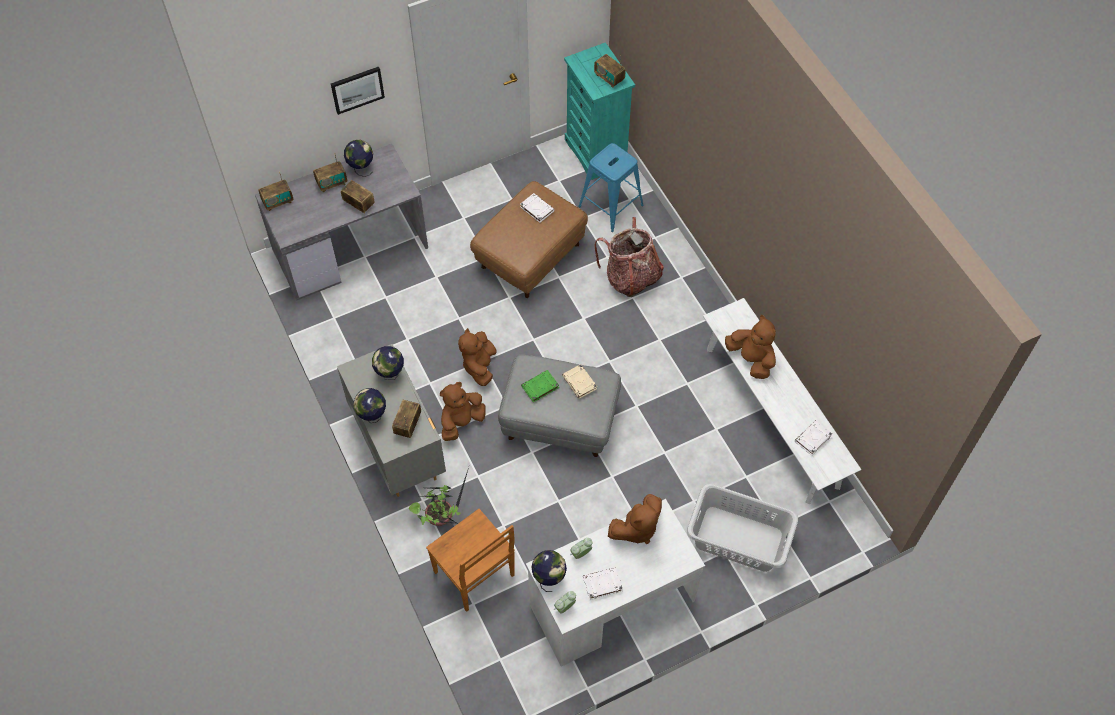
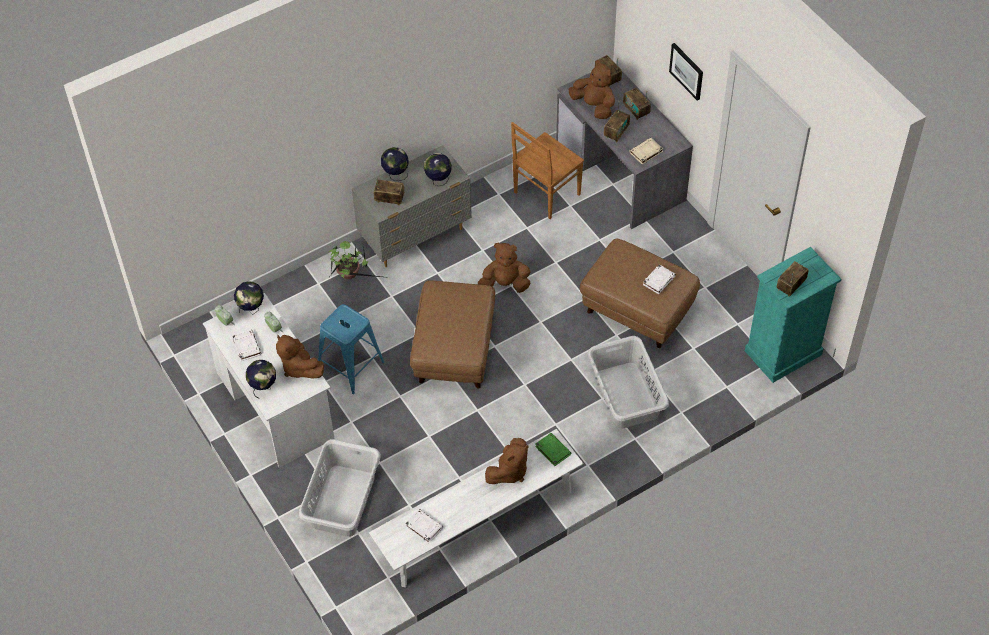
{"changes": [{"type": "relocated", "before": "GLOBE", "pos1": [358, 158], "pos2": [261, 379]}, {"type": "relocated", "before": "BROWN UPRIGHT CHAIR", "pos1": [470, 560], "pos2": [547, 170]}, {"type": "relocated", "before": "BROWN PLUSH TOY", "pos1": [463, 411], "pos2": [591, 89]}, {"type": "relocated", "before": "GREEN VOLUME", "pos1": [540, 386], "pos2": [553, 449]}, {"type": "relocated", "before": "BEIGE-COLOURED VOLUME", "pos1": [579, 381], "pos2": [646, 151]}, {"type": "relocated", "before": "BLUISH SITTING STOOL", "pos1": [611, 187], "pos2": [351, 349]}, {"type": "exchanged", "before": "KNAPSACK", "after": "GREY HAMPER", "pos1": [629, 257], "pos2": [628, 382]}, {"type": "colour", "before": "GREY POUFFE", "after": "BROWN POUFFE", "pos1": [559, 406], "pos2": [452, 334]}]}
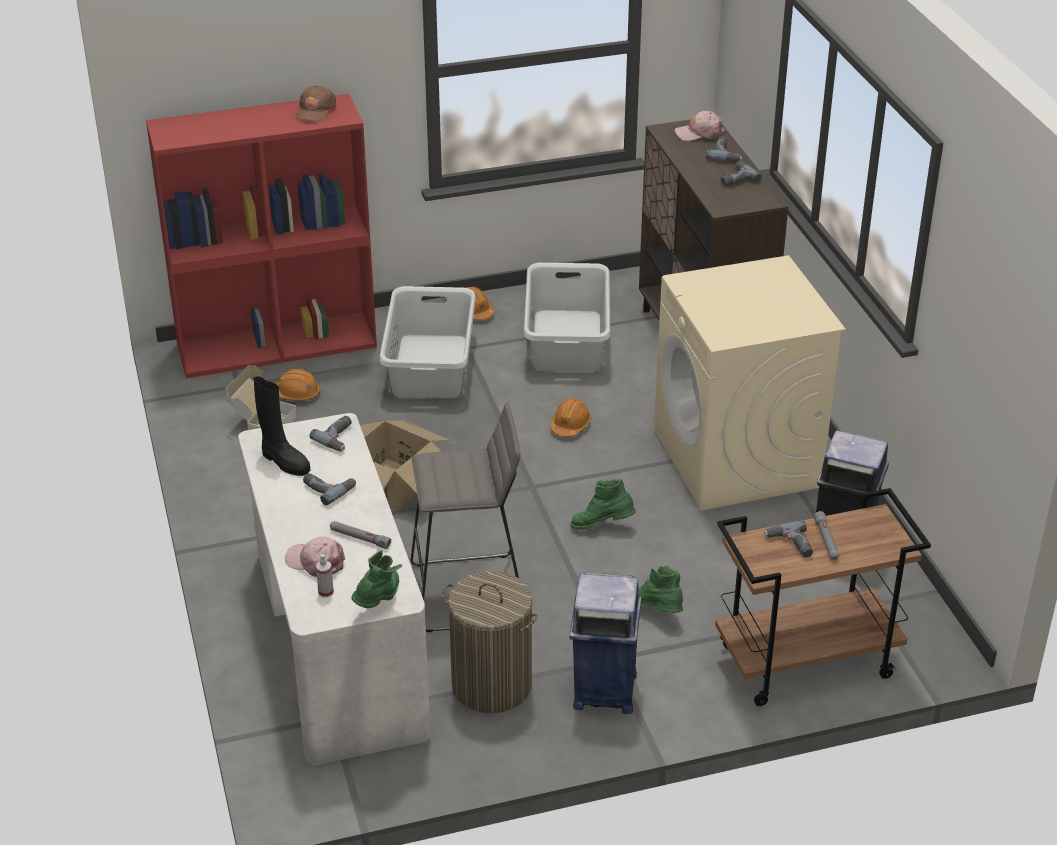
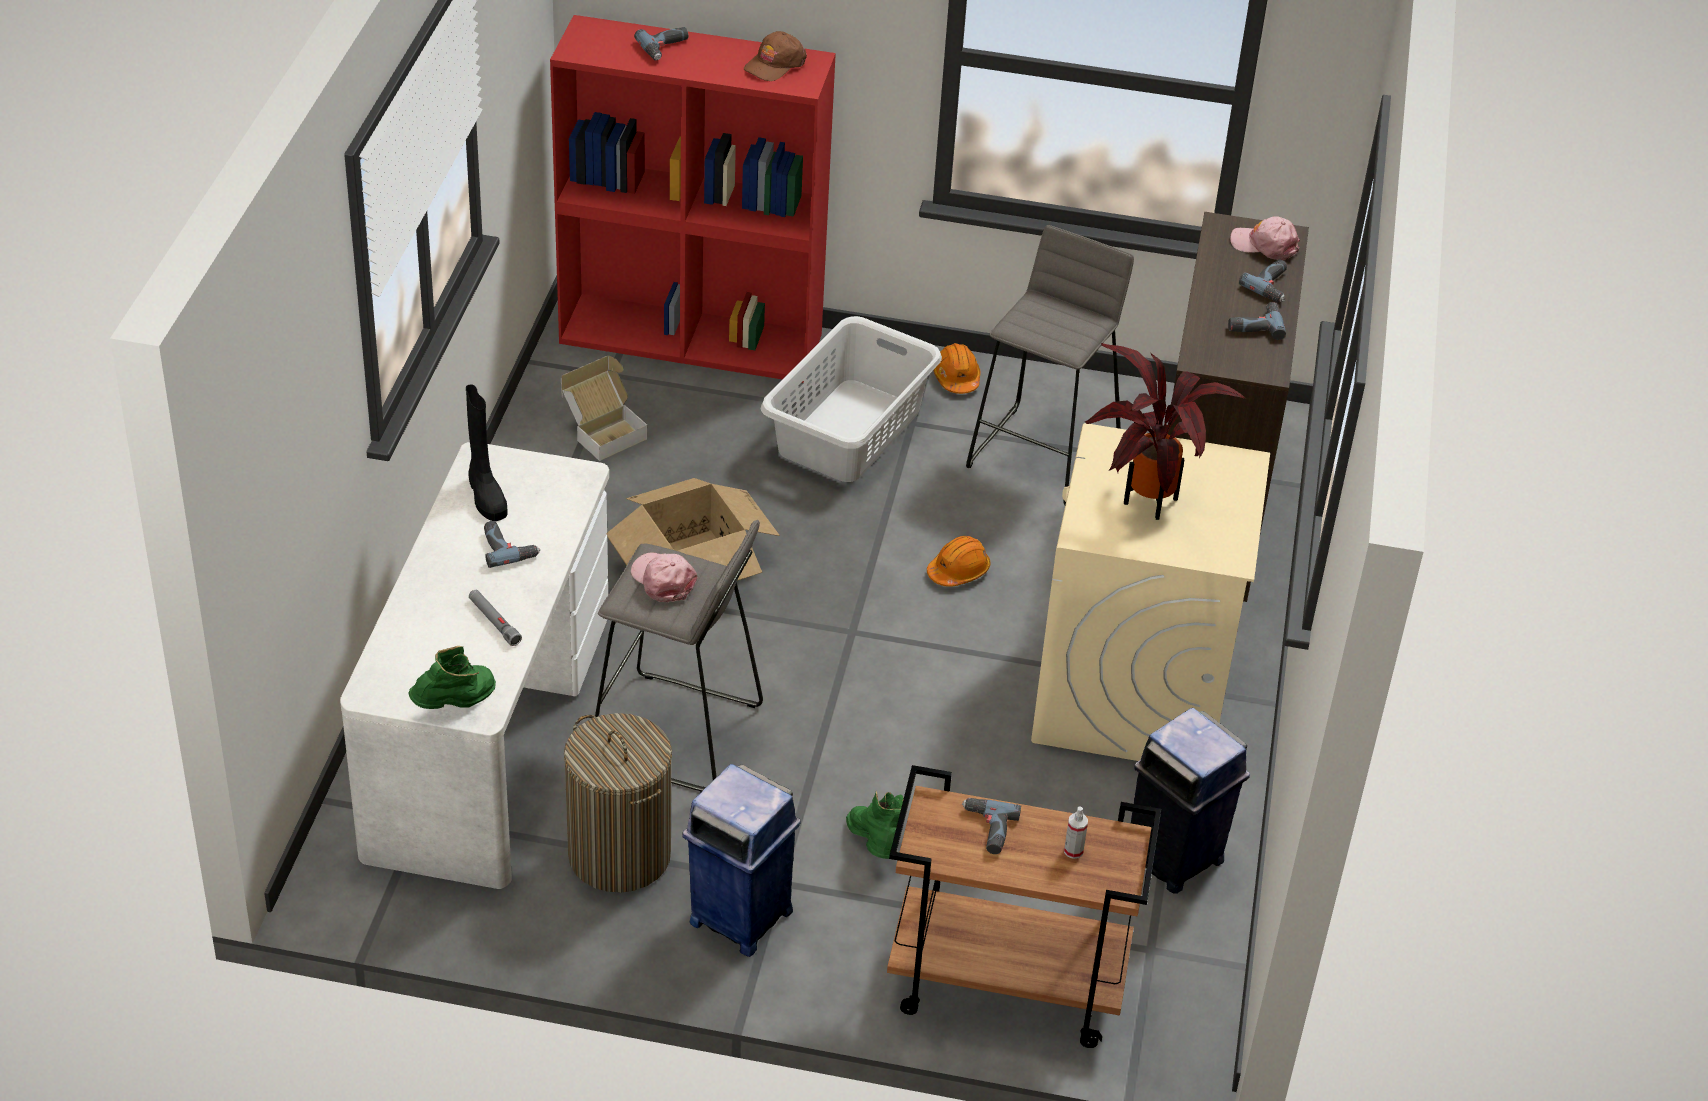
{"changes": [{"type": "missing", "before": "ORANGE SAFETY HELMET", "pos1": [297, 385]}, {"type": "missing", "before": "GREEN HIGH-TOP BOOT", "pos1": [603, 504]}, {"type": "missing", "before": "GREY TORCH", "pos1": [826, 535]}, {"type": "appeared", "after": "HOUSEPLANT", "pos2": [1165, 431]}, {"type": "relocated", "before": "PINK-COLOURED PEAKED CAP", "pos1": [315, 557], "pos2": [664, 577]}, {"type": "relocated", "before": "DRILL", "pos1": [331, 434], "pos2": [661, 43]}, {"type": "relocated", "before": "HAND SPRAYER", "pos1": [325, 575], "pos2": [1076, 833]}, {"type": "exchanged", "before": "GREY HAMPER", "after": "GREY SITTING STOOL", "pos1": [566, 317], "pos2": [1050, 365]}]}
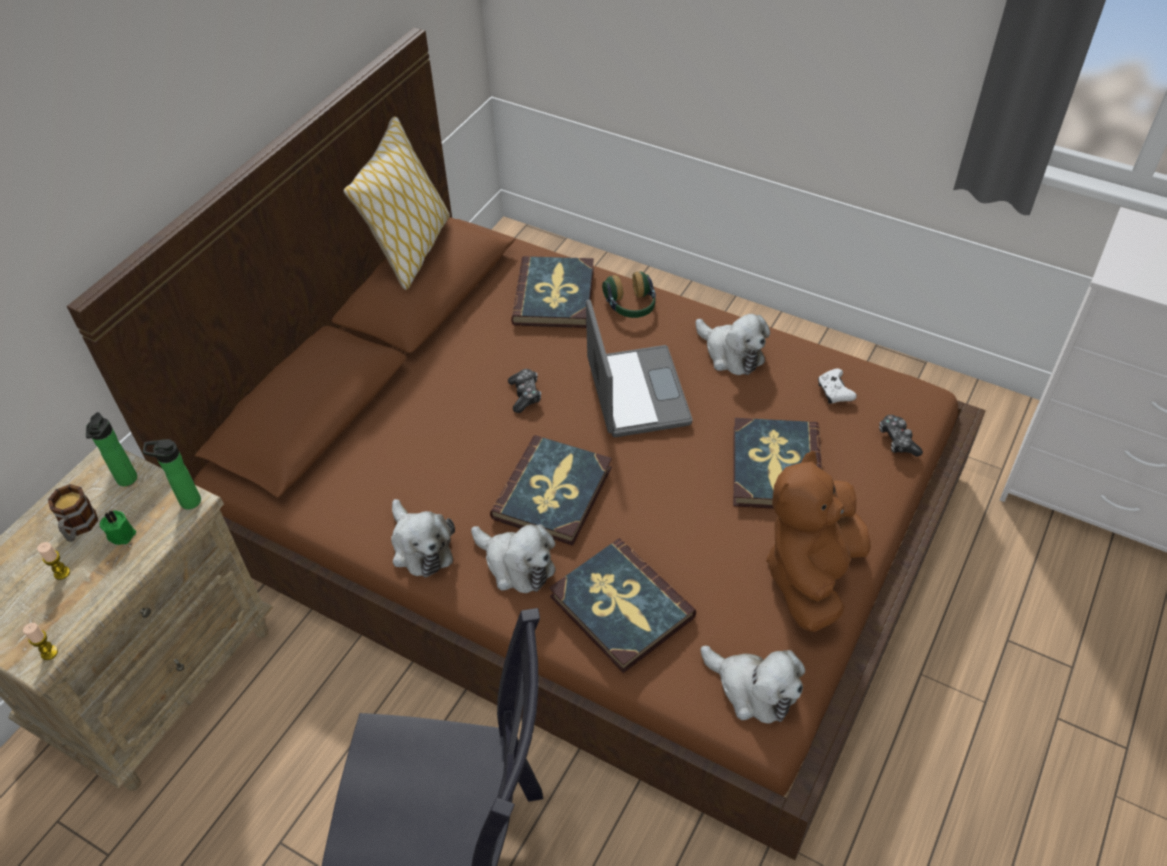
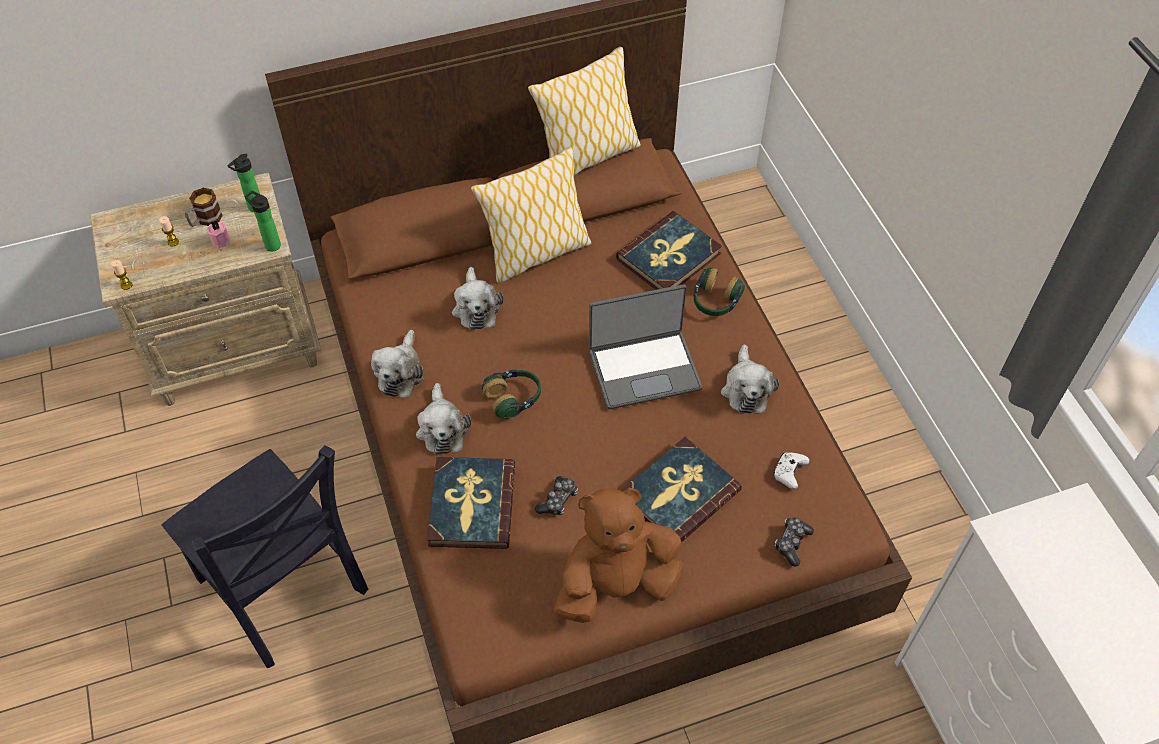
{"changes": [{"type": "appeared", "after": "PILLOW", "pos2": [531, 215]}, {"type": "relocated", "before": "GAMEPAD", "pos1": [524, 391], "pos2": [556, 495]}, {"type": "relocated", "before": "PLUSH TOY", "pos1": [753, 685], "pos2": [477, 298]}, {"type": "exchanged", "before": "VOLUME", "after": "PAIR OF HEADPHONES", "pos1": [551, 490], "pos2": [511, 394]}, {"type": "colour", "before": "GREEN WAX LIGHT", "after": "PINK-COLOURED WAX LIGHT", "pos1": [118, 527], "pos2": [218, 234]}, {"type": "spun", "before": "PORTABLE COMPUTER", "pos1": [639, 368], "pos2": [645, 346], "turn": 45}]}
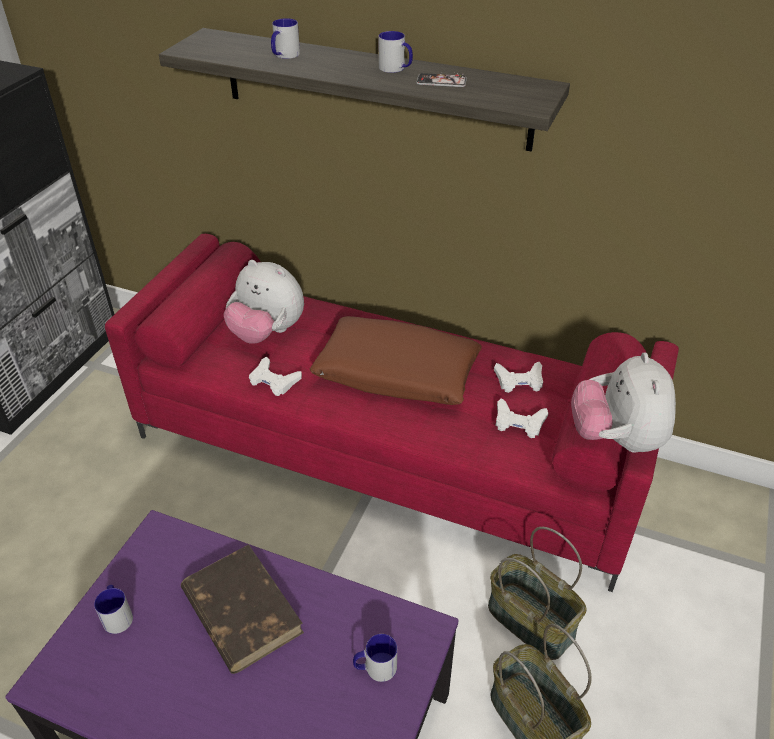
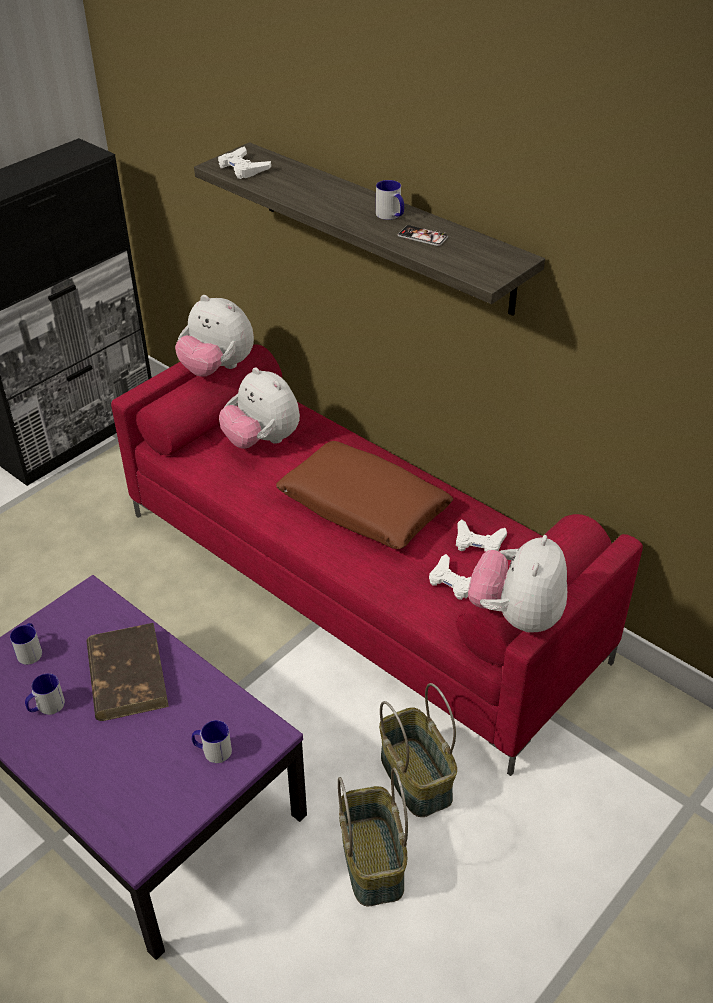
{"changes": [{"type": "appeared", "after": "PLUSH TOY", "pos2": [214, 336]}, {"type": "relocated", "before": "WHITE GAMEPAD", "pos1": [275, 376], "pos2": [244, 162]}, {"type": "relocated", "before": "TEA MUG", "pos1": [285, 38], "pos2": [45, 694]}]}
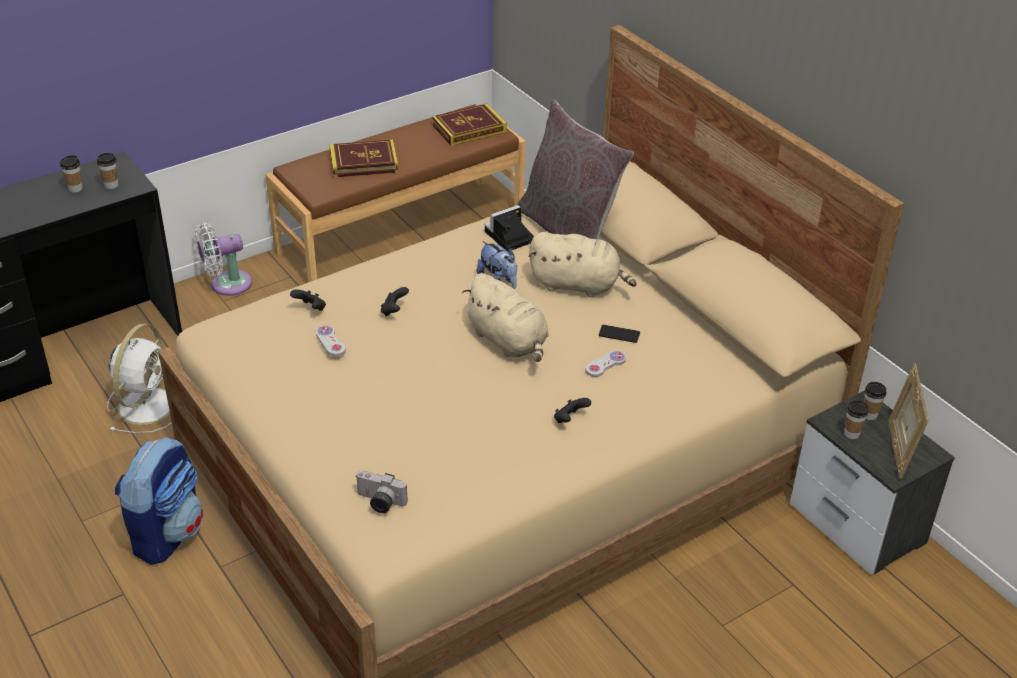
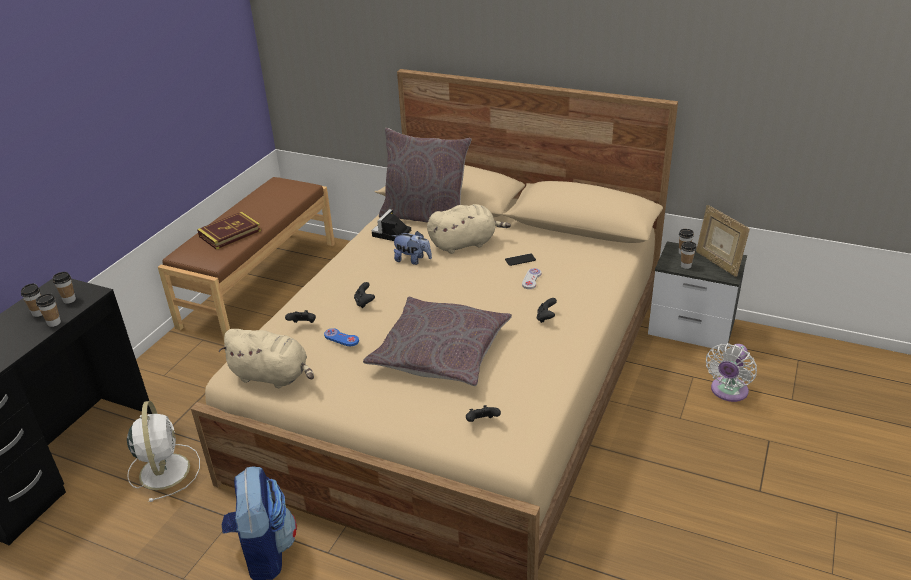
{"changes": [{"type": "missing", "before": "VOLUME", "pos1": [469, 124]}, {"type": "appeared", "after": "CUP", "pos2": [48, 310]}, {"type": "appeared", "after": "GREY PILLOW", "pos2": [437, 341]}, {"type": "relocated", "before": "WHITE COOLING FAN", "pos1": [223, 259], "pos2": [731, 372]}, {"type": "relocated", "before": "BEIGE-COLOURED PLUSH TOY", "pos1": [505, 317], "pos2": [266, 358]}, {"type": "exchanged", "before": "STILL CAMERA", "after": "BLACK GAMEPAD", "pos1": [381, 491], "pos2": [483, 413]}, {"type": "colour", "before": "WHITE GAMEPAD", "after": "BLUISH GAMEPAD", "pos1": [331, 340], "pos2": [341, 337]}]}
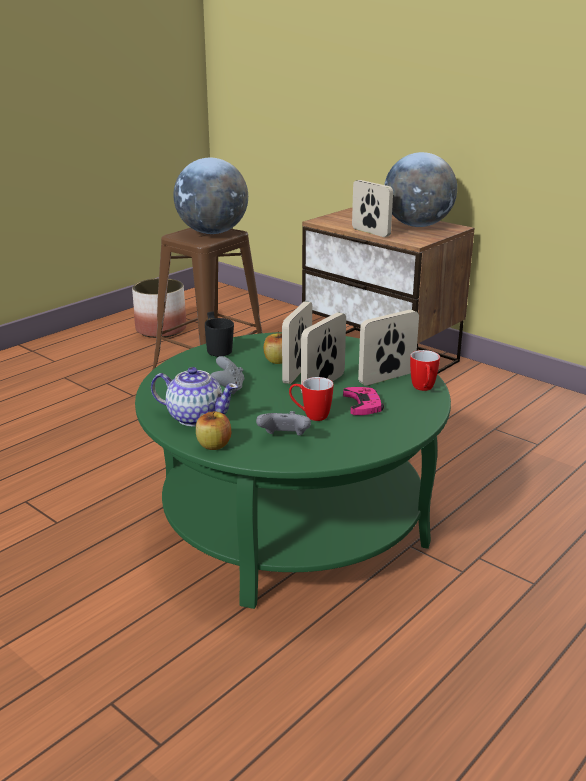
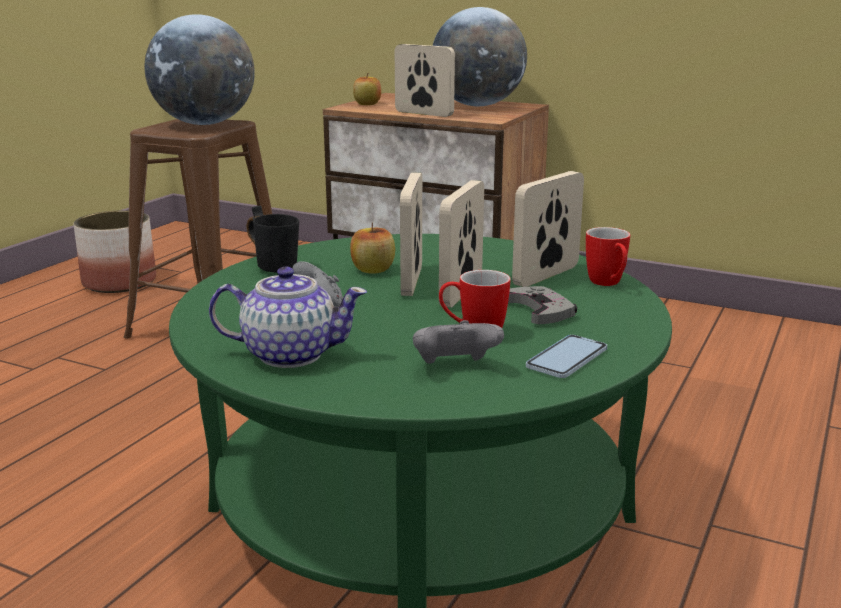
{"changes": [{"type": "appeared", "after": "PHONE", "pos2": [566, 356]}, {"type": "relocated", "before": "APPLE", "pos1": [213, 430], "pos2": [367, 89]}, {"type": "colour", "before": "PINK-COLOURED GAMEPAD", "after": "GREY GAMEPAD", "pos1": [363, 401], "pos2": [542, 305]}]}
